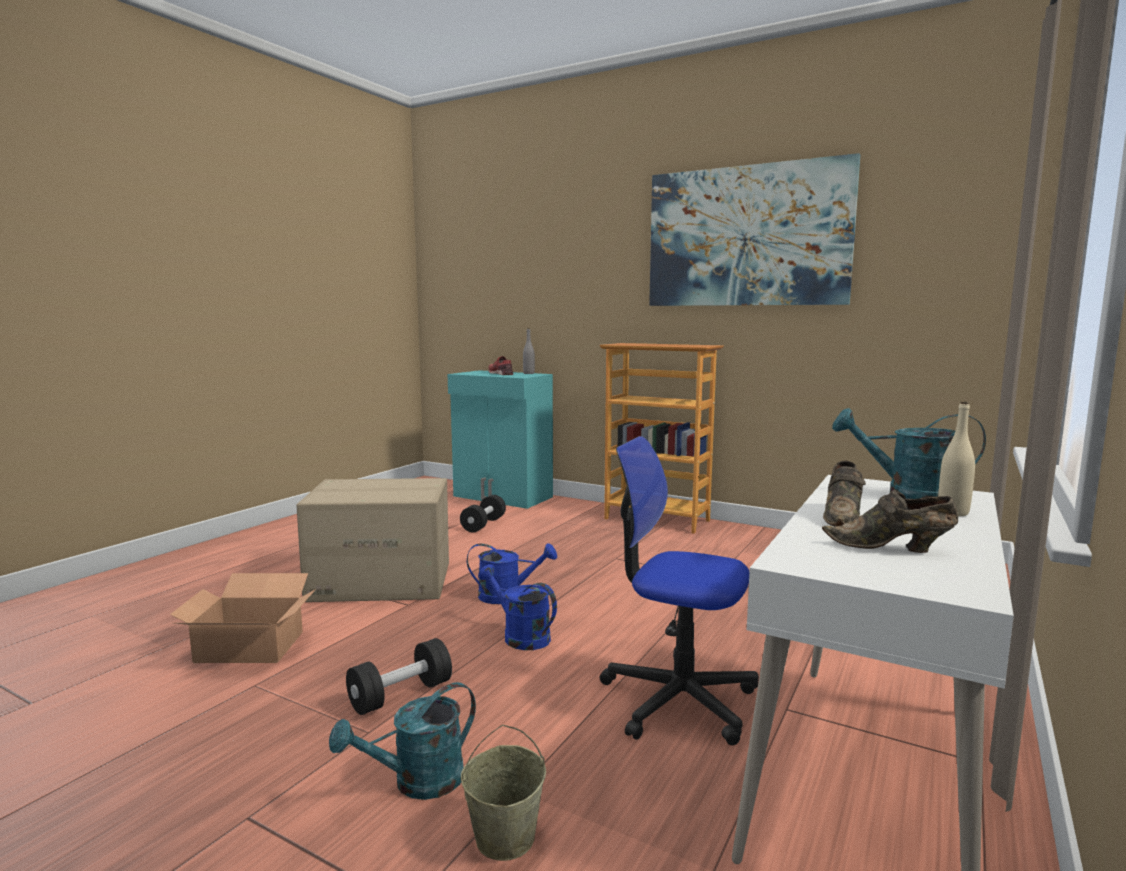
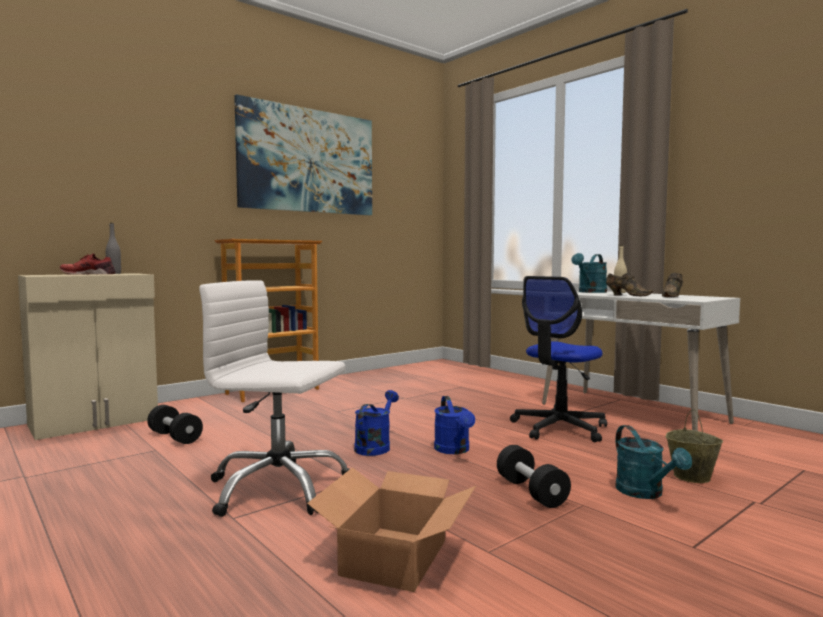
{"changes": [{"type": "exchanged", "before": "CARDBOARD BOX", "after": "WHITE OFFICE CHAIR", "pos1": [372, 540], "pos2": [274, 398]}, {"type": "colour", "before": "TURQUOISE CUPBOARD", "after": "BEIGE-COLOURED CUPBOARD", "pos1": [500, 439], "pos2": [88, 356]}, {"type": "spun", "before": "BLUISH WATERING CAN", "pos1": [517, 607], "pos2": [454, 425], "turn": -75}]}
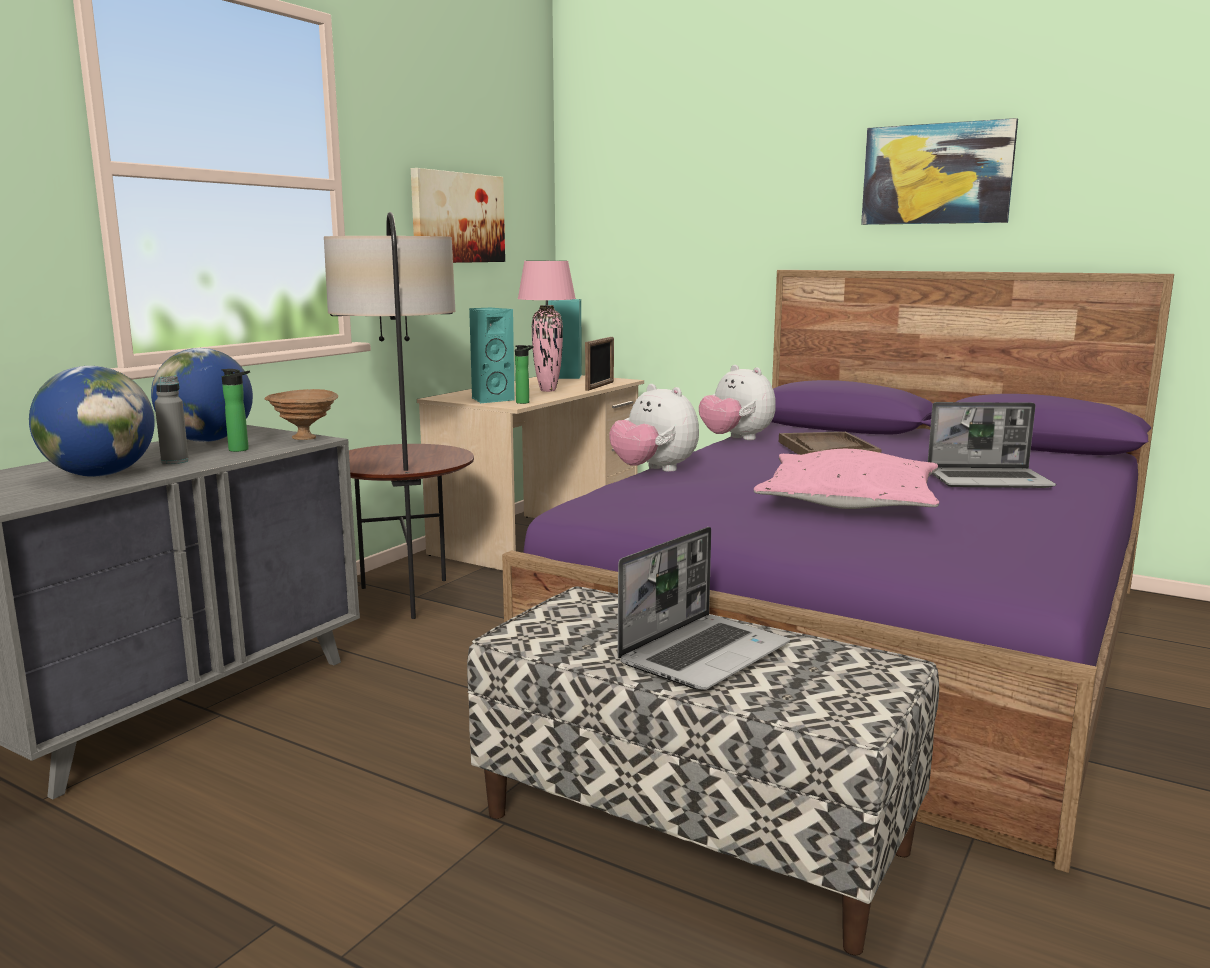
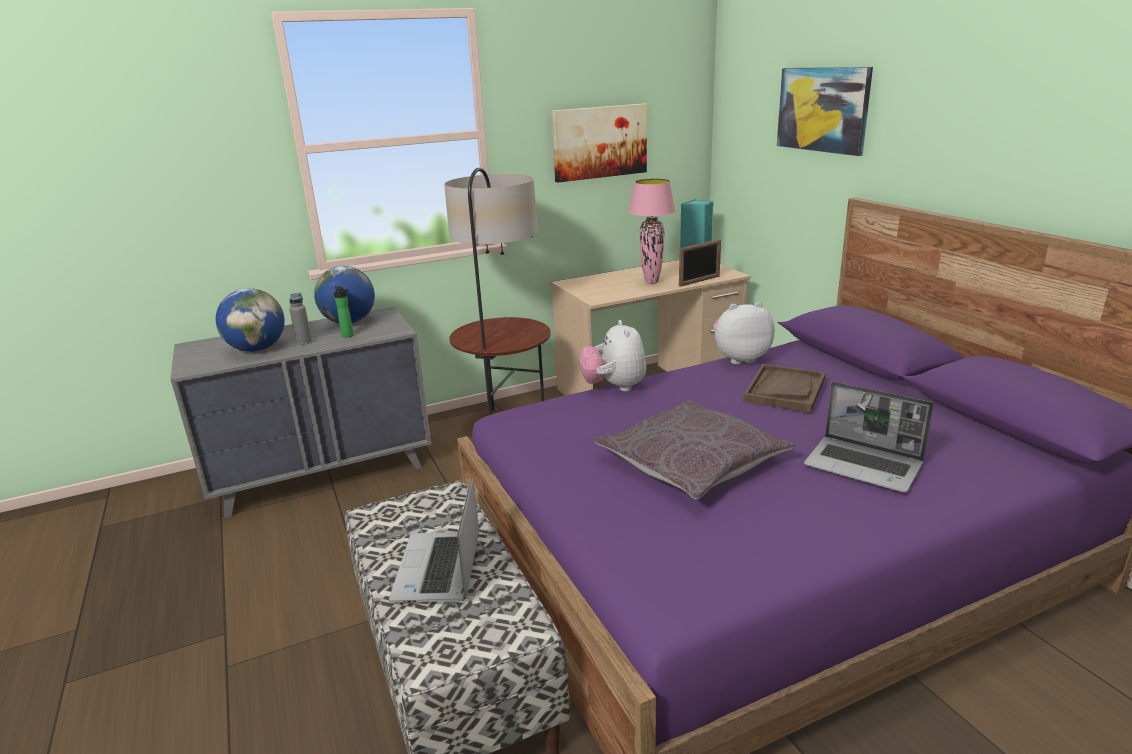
{"changes": [{"type": "missing", "before": "BROWN BOWL", "pos1": [301, 414]}, {"type": "missing", "before": "TURQUOISE LOUDSPEAKER", "pos1": [492, 355]}, {"type": "missing", "before": "BOTTLE", "pos1": [524, 374]}, {"type": "relocated", "before": "WALL PICTURE", "pos1": [939, 171], "pos2": [825, 111]}, {"type": "colour", "before": "PINK-COLOURED PILLOW", "after": "GREY PILLOW", "pos1": [846, 479], "pos2": [694, 450]}, {"type": "spun", "before": "PORTABLE COMPUTER", "pos1": [704, 608], "pos2": [434, 539], "turn": 105}, {"type": "spun", "before": "PLUSH TOY", "pos1": [737, 402], "pos2": [744, 333], "turn": 90}]}
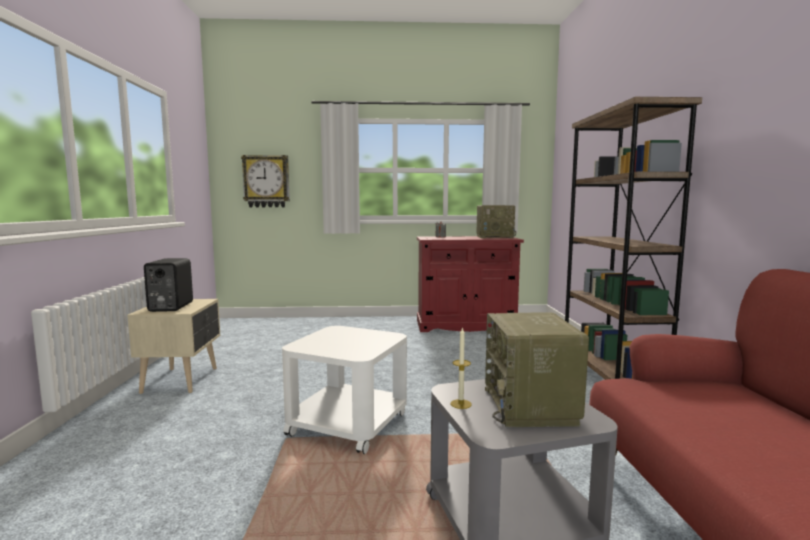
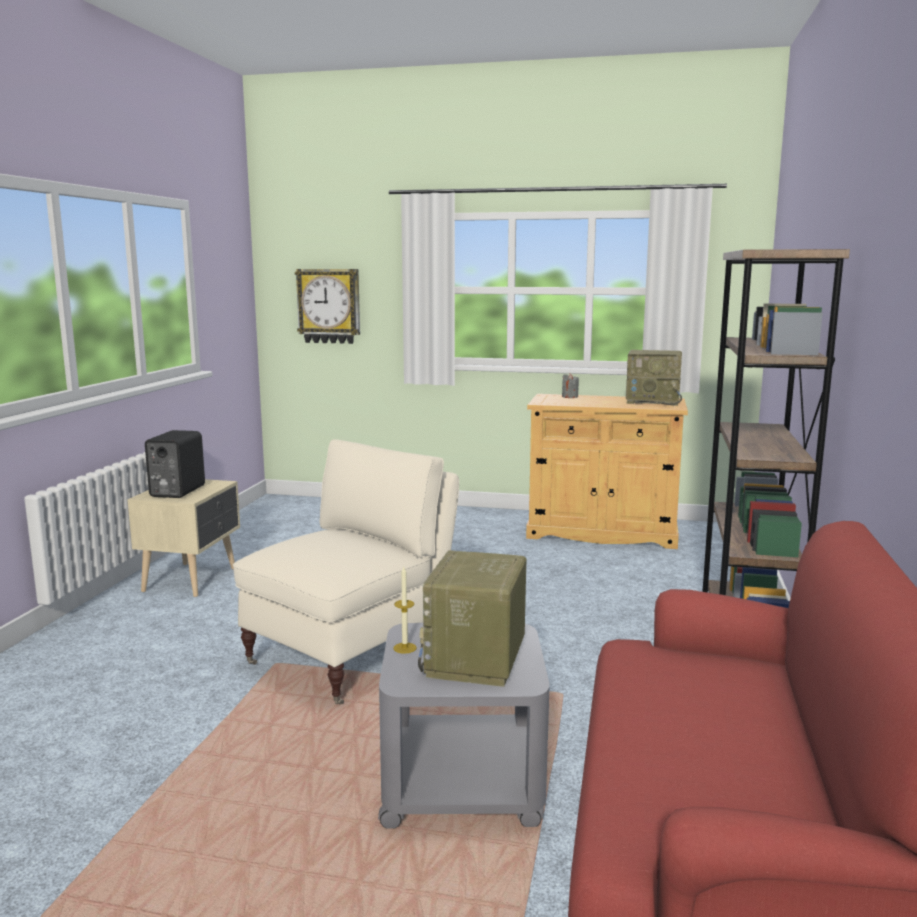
{"changes": [{"type": "exchanged", "before": "WHITE SIDE TABLE", "after": "BEIGE-COLOURED LOUNGE CHAIR", "pos1": [344, 390], "pos2": [346, 572]}, {"type": "colour", "before": "REDDISH CUPBOARD", "after": "BEIGE-COLOURED CUPBOARD", "pos1": [470, 284], "pos2": [607, 471]}]}
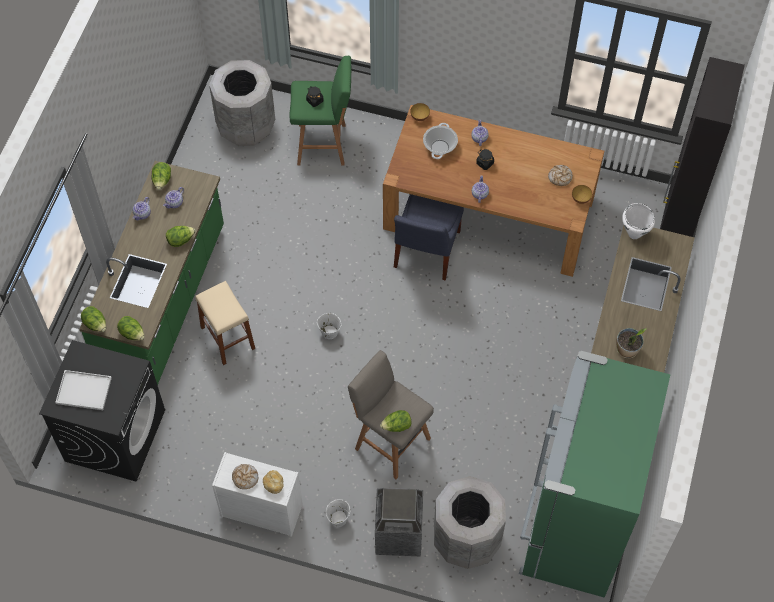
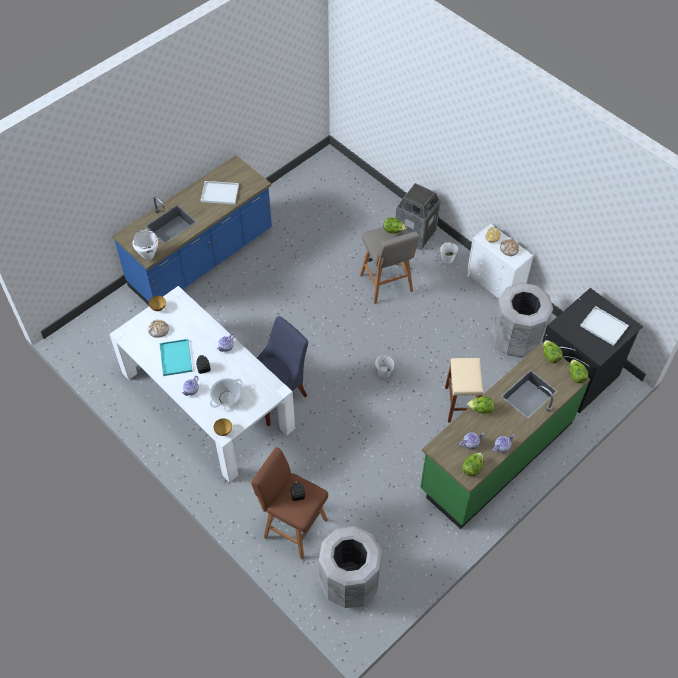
{"changes": [{"type": "missing", "before": "GREEN FRIDGE", "pos1": [595, 474]}, {"type": "missing", "before": "BLACK CUPBOARD", "pos1": [702, 147]}, {"type": "appeared", "after": "TURQUOISE TRAY", "pos2": [176, 357]}, {"type": "relocated", "before": "GREY RUBBISH BIN", "pos1": [470, 522], "pos2": [522, 320]}, {"type": "exchanged", "before": "HOUSEPLANT", "after": "WHITE TRAY", "pos1": [631, 343], "pos2": [219, 193]}, {"type": "colour", "before": "GREEN SITTING STOOL", "after": "BROWN SITTING STOOL", "pos1": [320, 111], "pos2": [289, 503]}, {"type": "colour", "before": "BROWN KITCHEN TABLE", "after": "WHITE KITCHEN TABLE", "pos1": [493, 191], "pos2": [202, 384]}]}
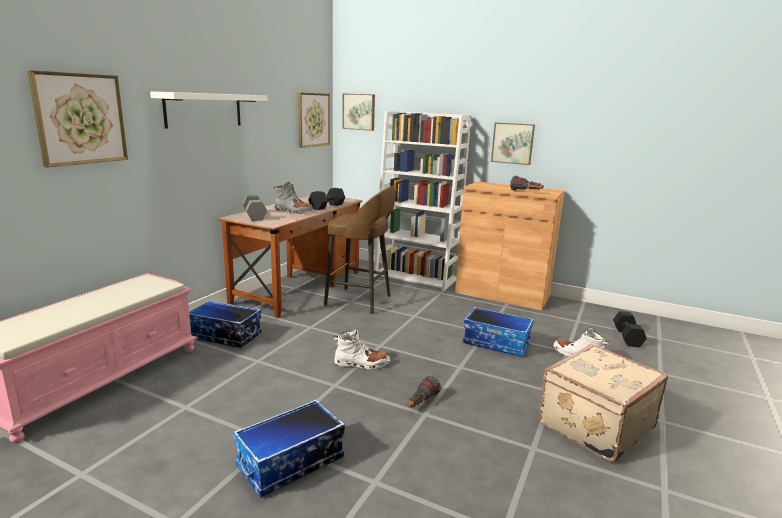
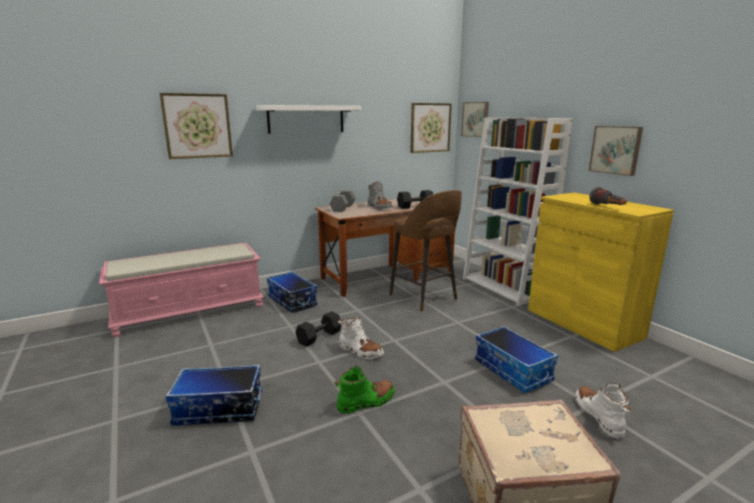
{"changes": [{"type": "relocated", "before": "BLACK HAND WEIGHT", "pos1": [630, 329], "pos2": [318, 329]}, {"type": "exchanged", "before": "TORCH", "after": "GREEN HIGH-TOP BOOT", "pos1": [424, 392], "pos2": [364, 390]}, {"type": "colour", "before": "BROWN CUPBOARD", "after": "YELLOW CUPBOARD", "pos1": [510, 246], "pos2": [601, 272]}]}
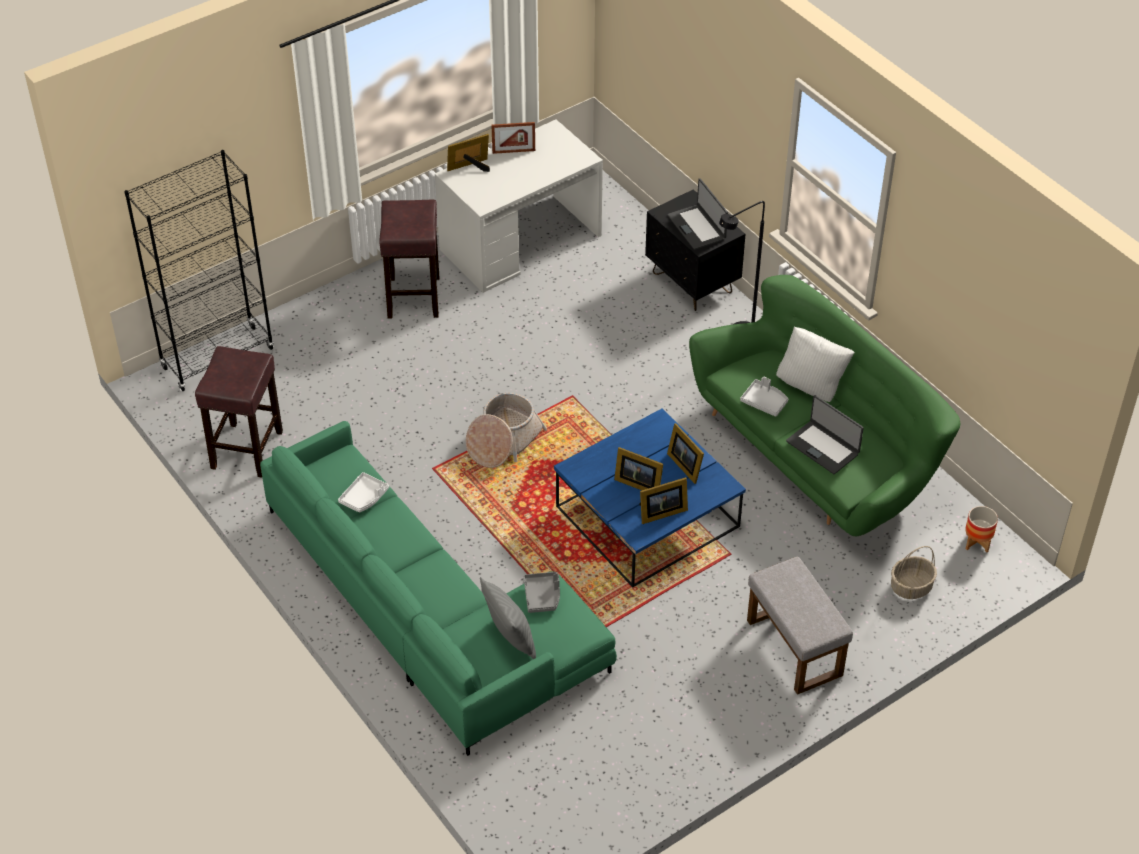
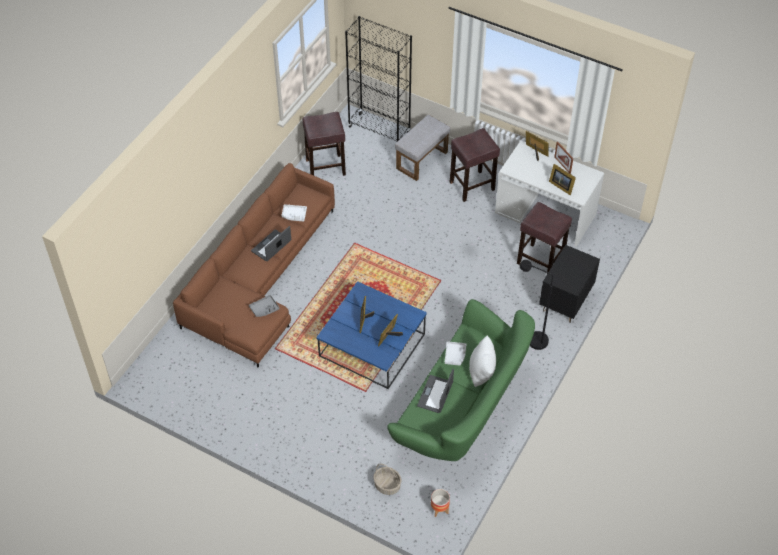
{"changes": [{"type": "missing", "before": "BASKET", "pos1": [506, 430]}, {"type": "missing", "before": "GREY PILLOW", "pos1": [508, 618]}, {"type": "appeared", "after": "BROWN SITTING STOOL", "pos2": [544, 238]}, {"type": "relocated", "before": "STANDING FRAME", "pos1": [663, 500], "pos2": [562, 179]}, {"type": "relocated", "before": "PORTABLE COMPUTER", "pos1": [697, 214], "pos2": [271, 243]}, {"type": "relocated", "before": "GREY POUFFE", "pos1": [800, 626], "pos2": [422, 148]}, {"type": "colour", "before": "GREEN SOFA", "after": "BROWN SOFA", "pos1": [438, 588], "pos2": [254, 265]}]}
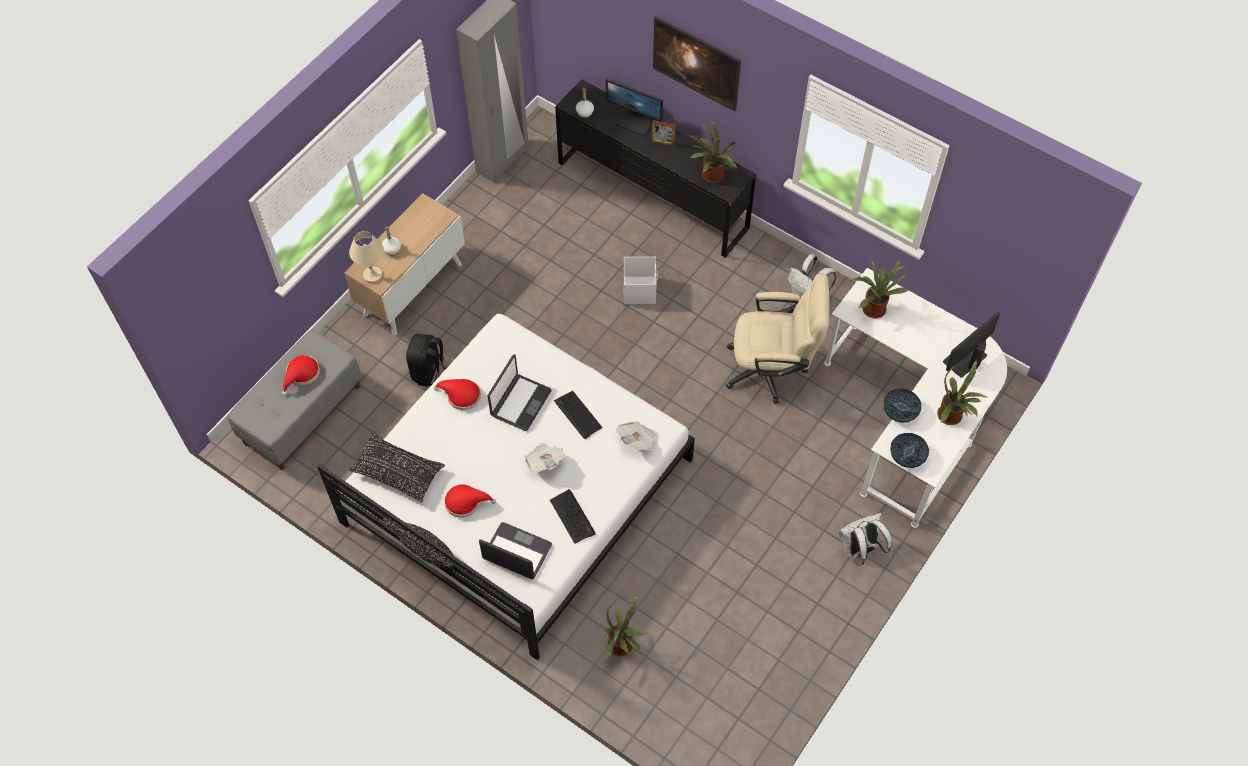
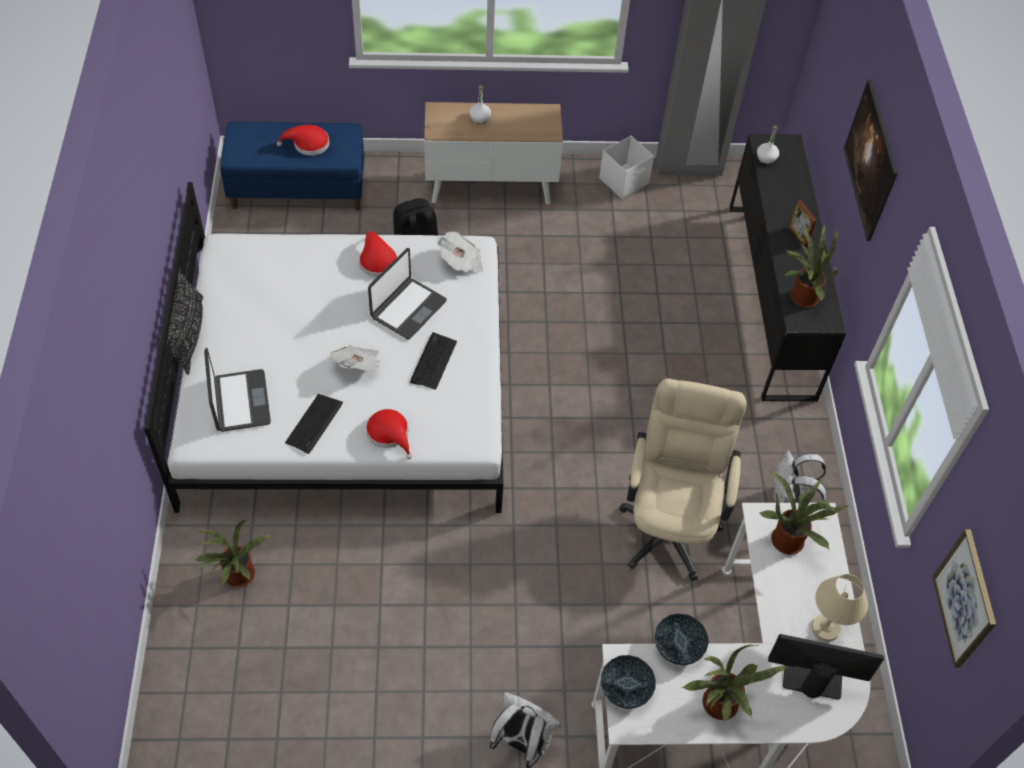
{"changes": [{"type": "missing", "before": "BLACK PILLOW", "pos1": [396, 467]}, {"type": "missing", "before": "COMPUTER SCREEN", "pos1": [634, 107]}, {"type": "appeared", "after": "WALL PICTURE", "pos2": [964, 598]}, {"type": "relocated", "before": "BEIGE-COLOURED TABLETOP LAMP", "pos1": [366, 257], "pos2": [839, 608]}, {"type": "relocated", "before": "REDDISH HAT", "pos1": [470, 501], "pos2": [389, 434]}, {"type": "relocated", "before": "NEWSPAPER", "pos1": [637, 435], "pos2": [460, 252]}, {"type": "relocated", "before": "WHITE STORAGE BIN", "pos1": [641, 280], "pos2": [626, 167]}, {"type": "colour", "before": "GREY INDOOR BENCH", "after": "BLUISH INDOOR BENCH", "pos1": [294, 400], "pos2": [292, 166]}, {"type": "spun", "before": "PORTABLE COMPUTER", "pos1": [519, 392], "pos2": [407, 294], "turn": -45}, {"type": "spun", "before": "BEIGE-COLOURED OFFICE CHAIR", "pos1": [777, 338], "pos2": [683, 479], "turn": -135}]}
